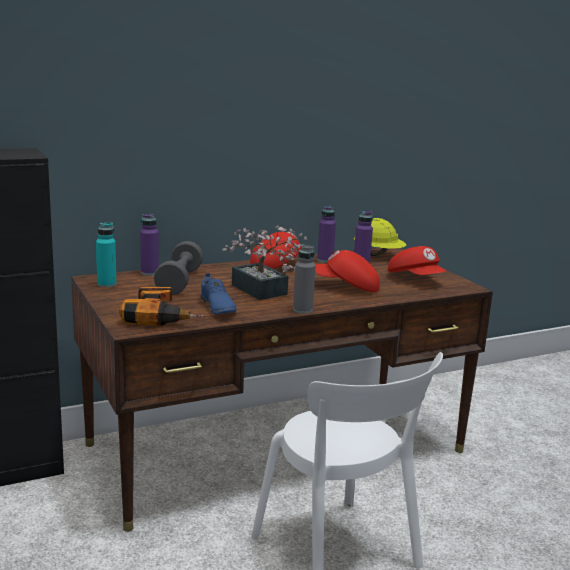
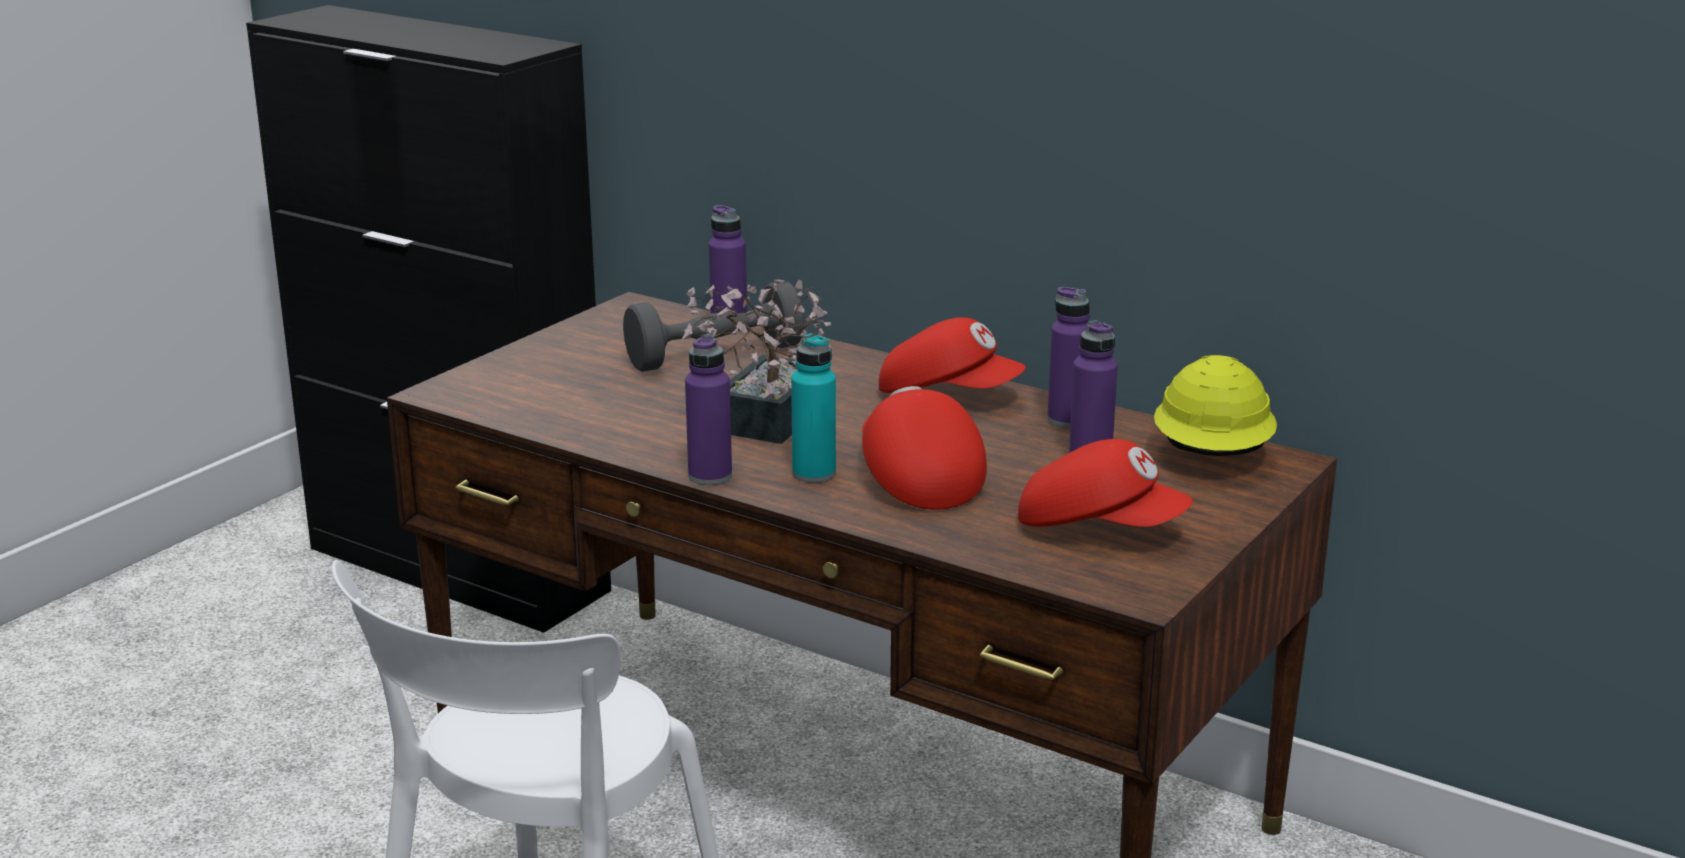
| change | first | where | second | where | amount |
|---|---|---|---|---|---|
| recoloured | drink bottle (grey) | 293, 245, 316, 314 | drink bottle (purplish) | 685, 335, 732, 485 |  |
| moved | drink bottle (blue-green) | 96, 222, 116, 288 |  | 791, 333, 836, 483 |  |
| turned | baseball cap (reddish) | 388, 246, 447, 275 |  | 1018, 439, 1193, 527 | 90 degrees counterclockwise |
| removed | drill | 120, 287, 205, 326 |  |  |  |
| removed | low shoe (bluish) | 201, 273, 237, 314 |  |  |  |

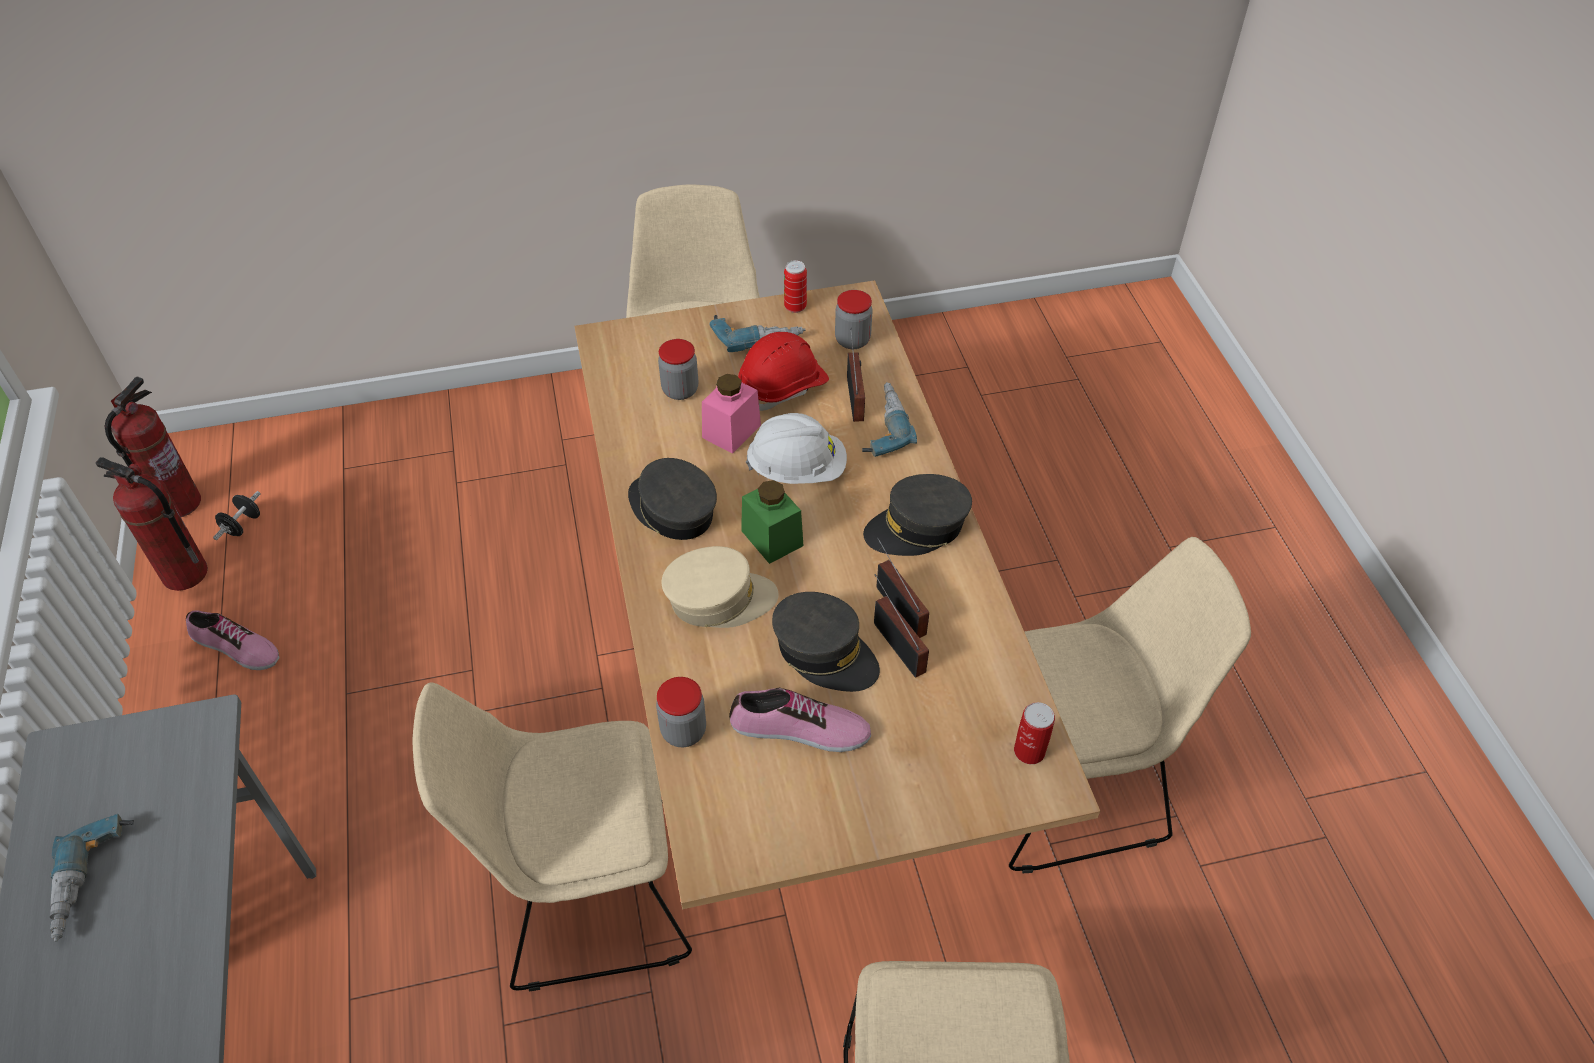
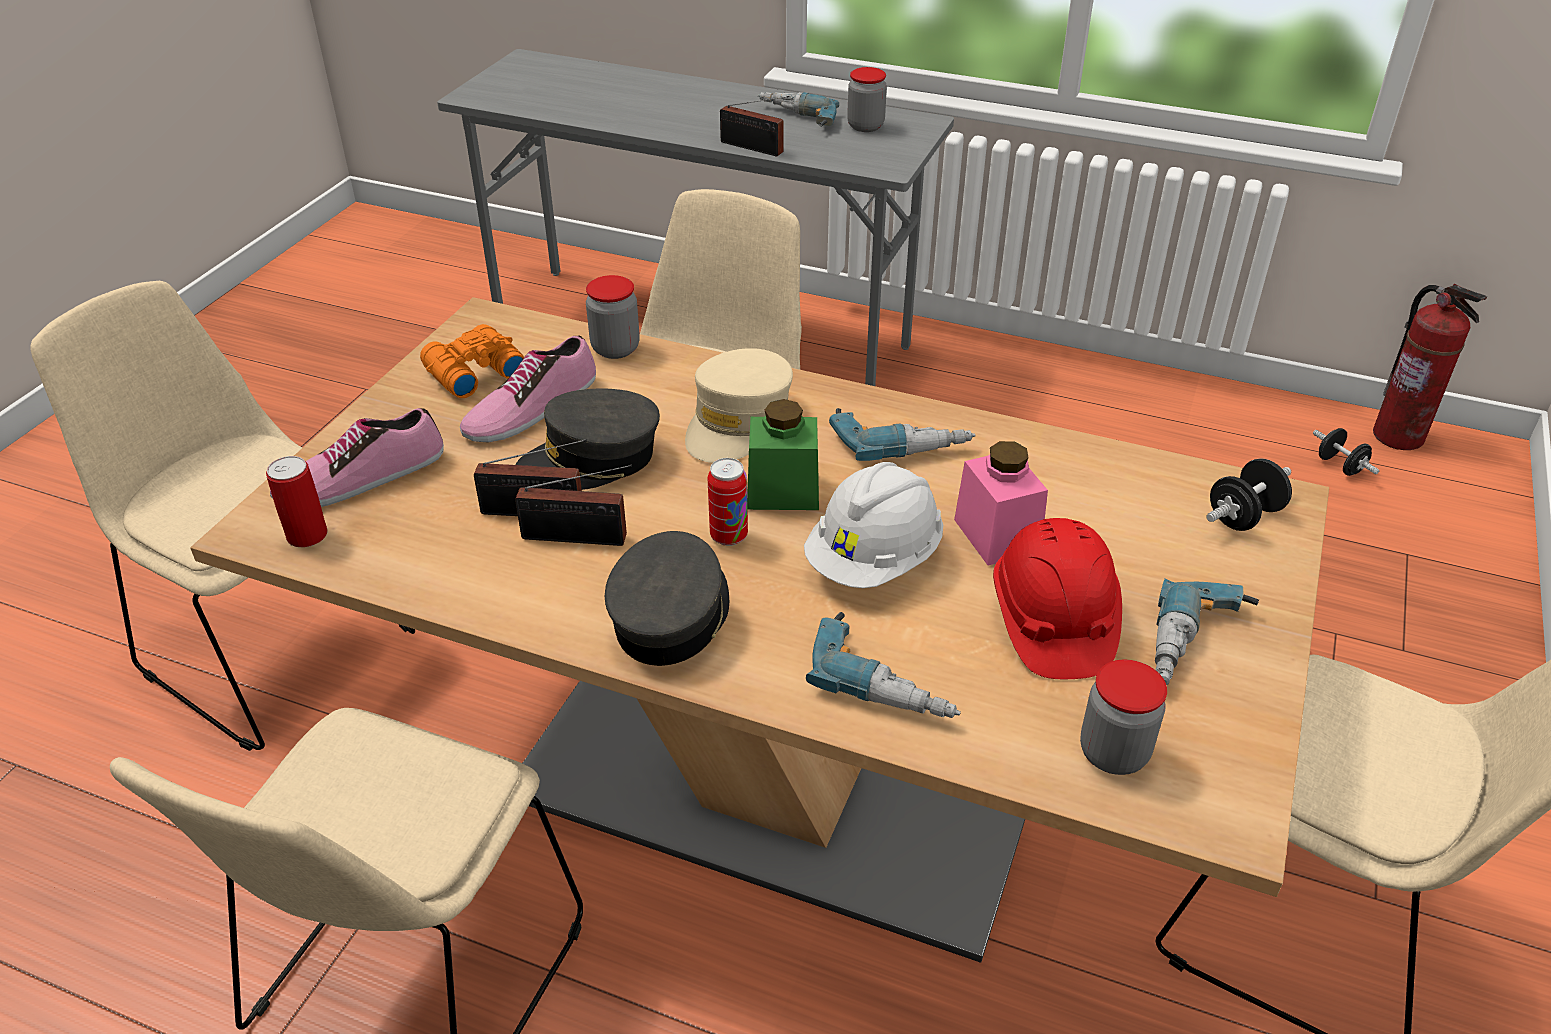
| change | first | where | second | where | amount |
|---|---|---|---|---|---|
| moved | low shoe | 186, 610, 280, 670 |  | 270, 408, 444, 507 |  |
| added |  |  | binoculars (orangey) | 420, 324, 524, 398 |  |
| moved | can | 784, 260, 807, 313 |  | 708, 458, 748, 546 |  |
| moved | radio receiver | 847, 328, 865, 422 |  | 720, 96, 790, 156 |  |
| replaced | baseball cap (grey) | 628, 458, 717, 540 | drill | 829, 408, 975, 461 |  |
| moved | storage jar | 658, 339, 698, 400 |  | 847, 67, 887, 132 |  |
| added |  |  | dumbbell (blackish) | 1206, 458, 1292, 531 |  |
| removed | fire extinguisher | 95, 457, 208, 591 |  |  |  |

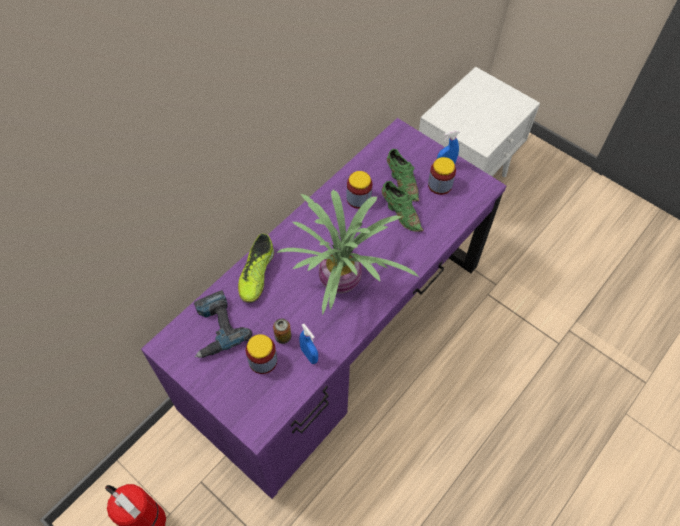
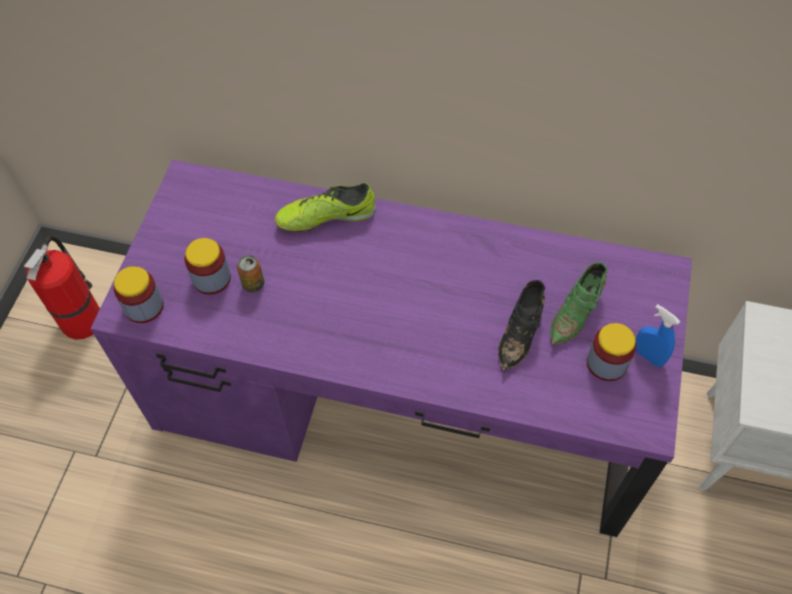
| change | first | where | second | where | amount |
|---|---|---|---|---|---|
| moved | storage jar | 346, 171, 372, 209 |  | 114, 266, 164, 323 |  |
| recoloured | low shoe (green) | 382, 181, 424, 232 | low shoe (blackish) | 498, 280, 545, 371 |  |
| removed | drill | 194, 290, 252, 358 |  |  |  |
| removed | plant in a pot | 276, 189, 419, 315 |  |  |  |
| removed | sprayer (bluish) | 299, 324, 318, 364 |  |  |  |

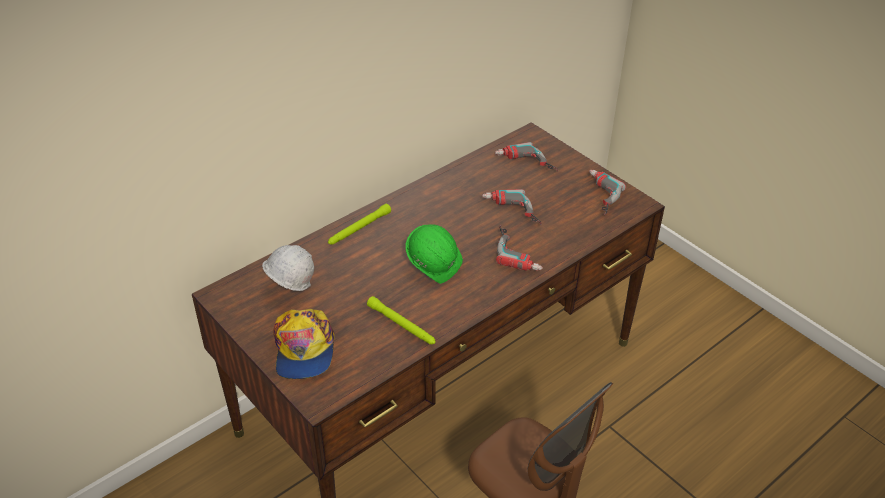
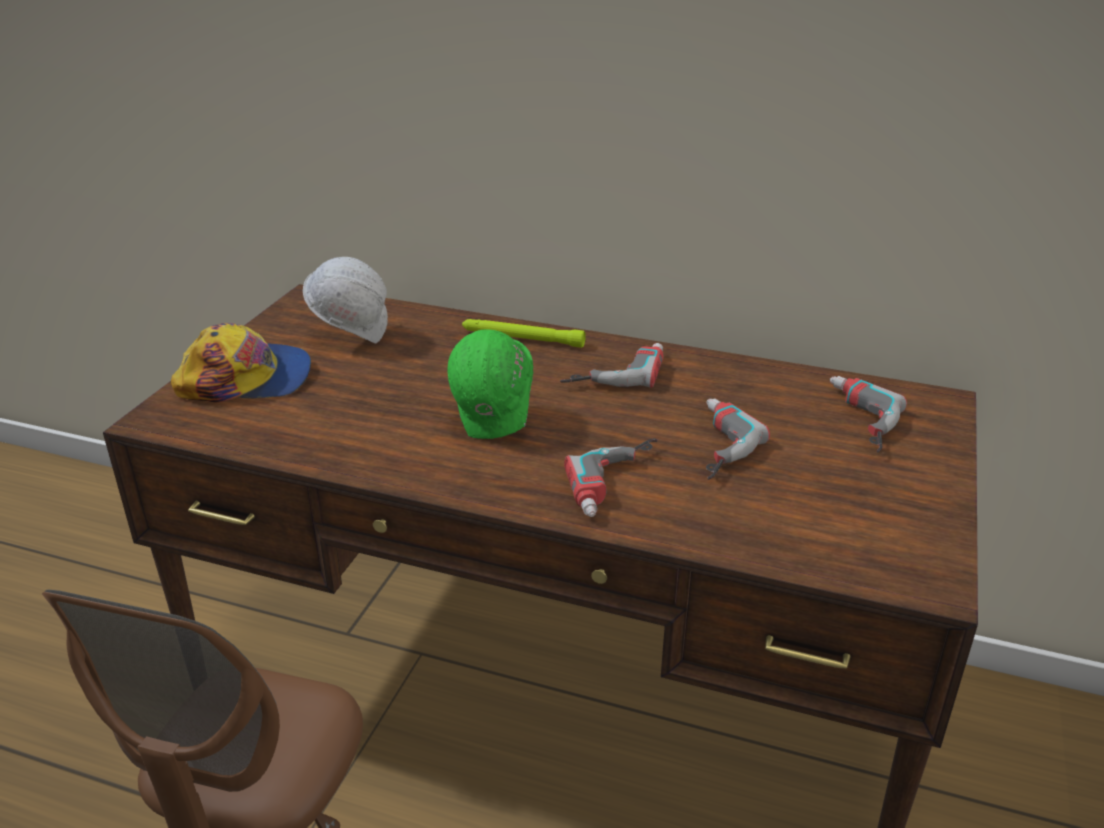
| change | first | where | second | where | amount |
|---|---|---|---|---|---|
| turned | baseball cap | 273, 309, 335, 379 |  | 171, 323, 311, 403 | 150 degrees counterclockwise |
| moved | drill | 589, 170, 626, 215 |  | 560, 343, 664, 388 |  |
| removed | torch (green) | 367, 296, 436, 344 |  |  |  |

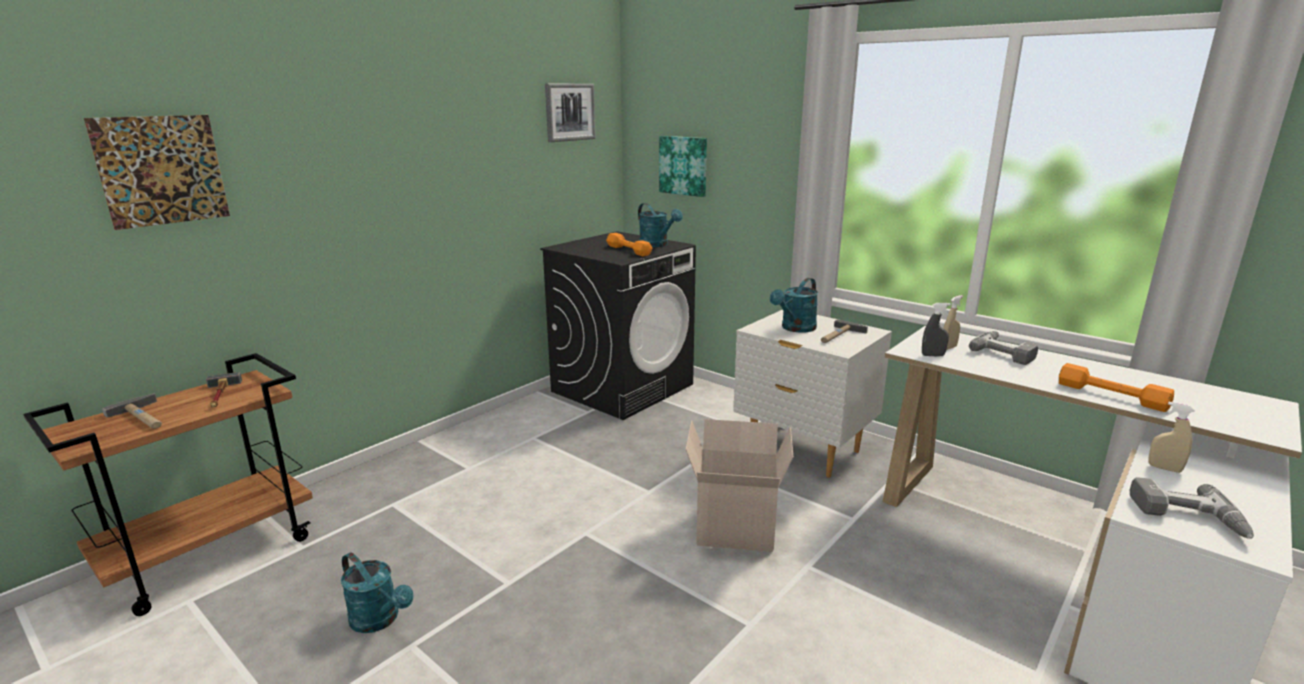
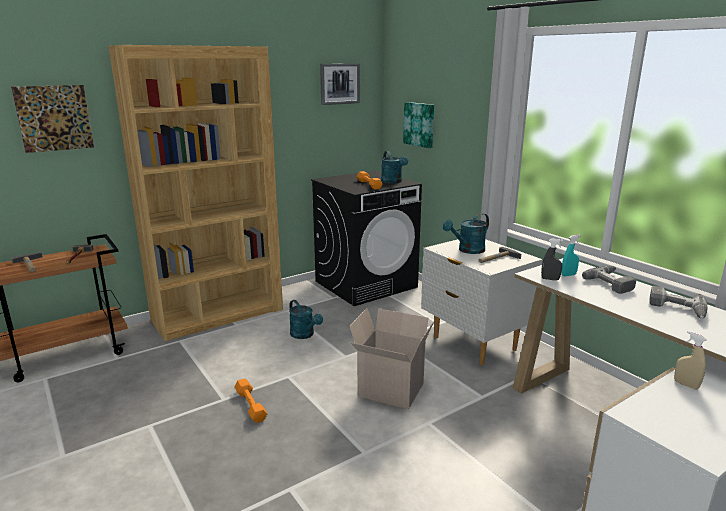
| change | first | where | second | where | amount |
|---|---|---|---|---|---|
| added |  |  | shelving unit (brownish) | 108, 45, 283, 341 |  |
| moved | dumbbell (orangey) | 1059, 363, 1174, 412 |  | 234, 379, 267, 423 |  |
| moved | watering pot (blue-green) | 341, 552, 413, 633 |  | 289, 300, 323, 339 |  |
| recoloured | sprayer (sand-coloured) | 944, 295, 963, 350 | sprayer (blue-green) | 561, 235, 581, 276 |  |
| moved | drill | 1130, 477, 1254, 539 |  | 649, 286, 708, 319 |  |

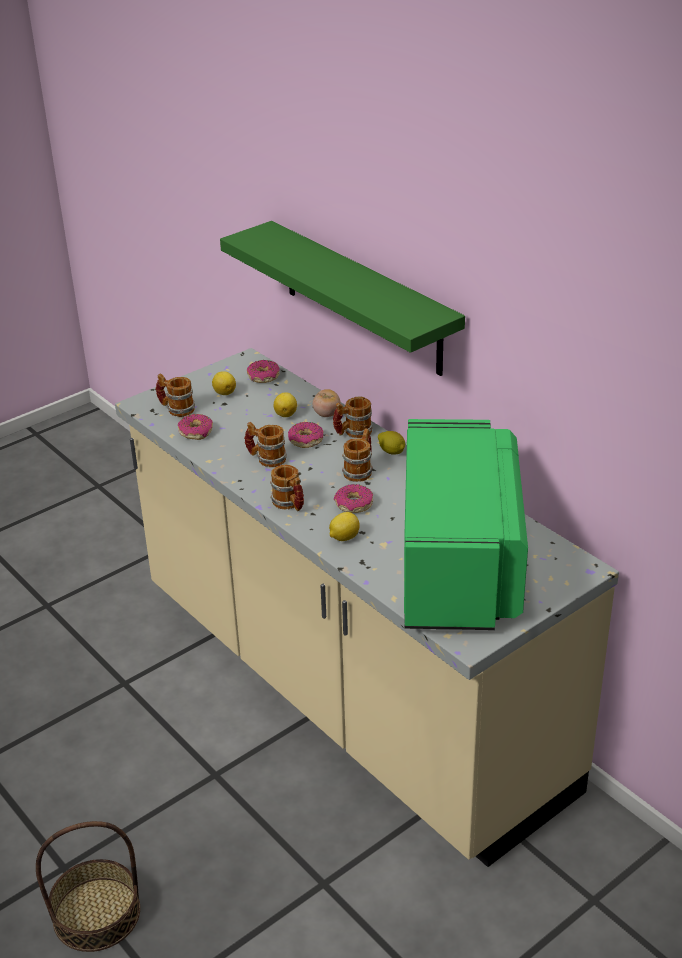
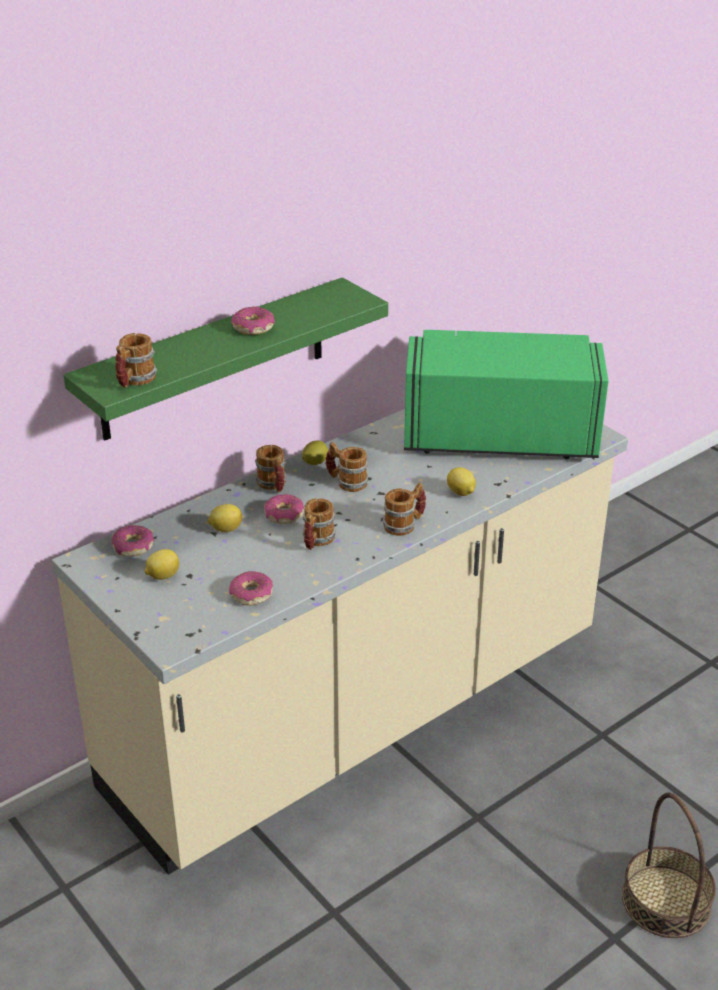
| change | first | where | second | where | amount |
|---|---|---|---|---|---|
| moved | coffee mug | 156, 373, 195, 417 |  | 115, 333, 157, 388 |  |
| moved | doughnut | 334, 484, 373, 513 |  | 231, 307, 275, 335 |  |
| removed | whole tomato | 312, 389, 341, 417 |  |  |  |

